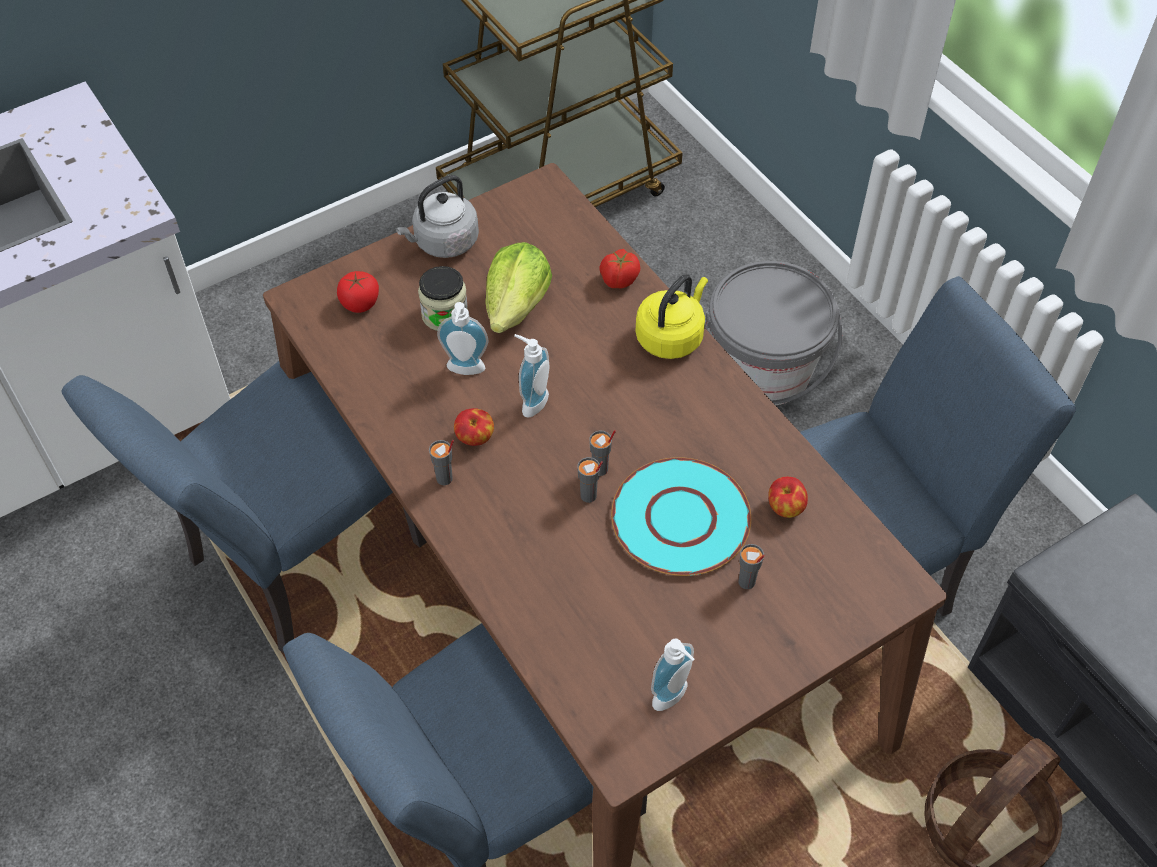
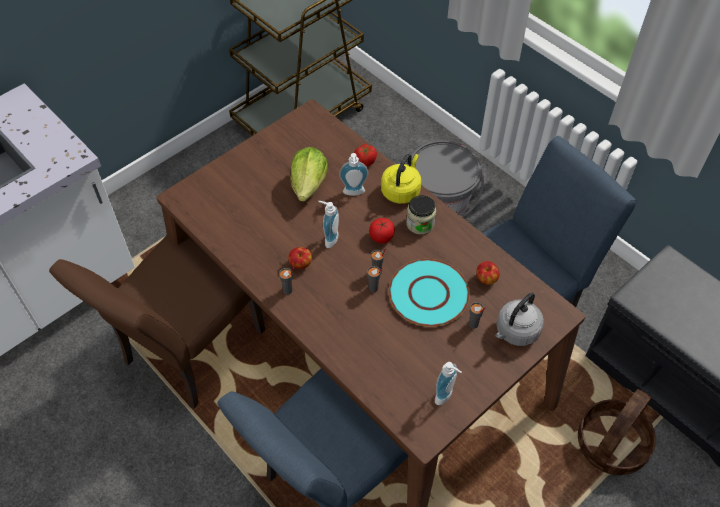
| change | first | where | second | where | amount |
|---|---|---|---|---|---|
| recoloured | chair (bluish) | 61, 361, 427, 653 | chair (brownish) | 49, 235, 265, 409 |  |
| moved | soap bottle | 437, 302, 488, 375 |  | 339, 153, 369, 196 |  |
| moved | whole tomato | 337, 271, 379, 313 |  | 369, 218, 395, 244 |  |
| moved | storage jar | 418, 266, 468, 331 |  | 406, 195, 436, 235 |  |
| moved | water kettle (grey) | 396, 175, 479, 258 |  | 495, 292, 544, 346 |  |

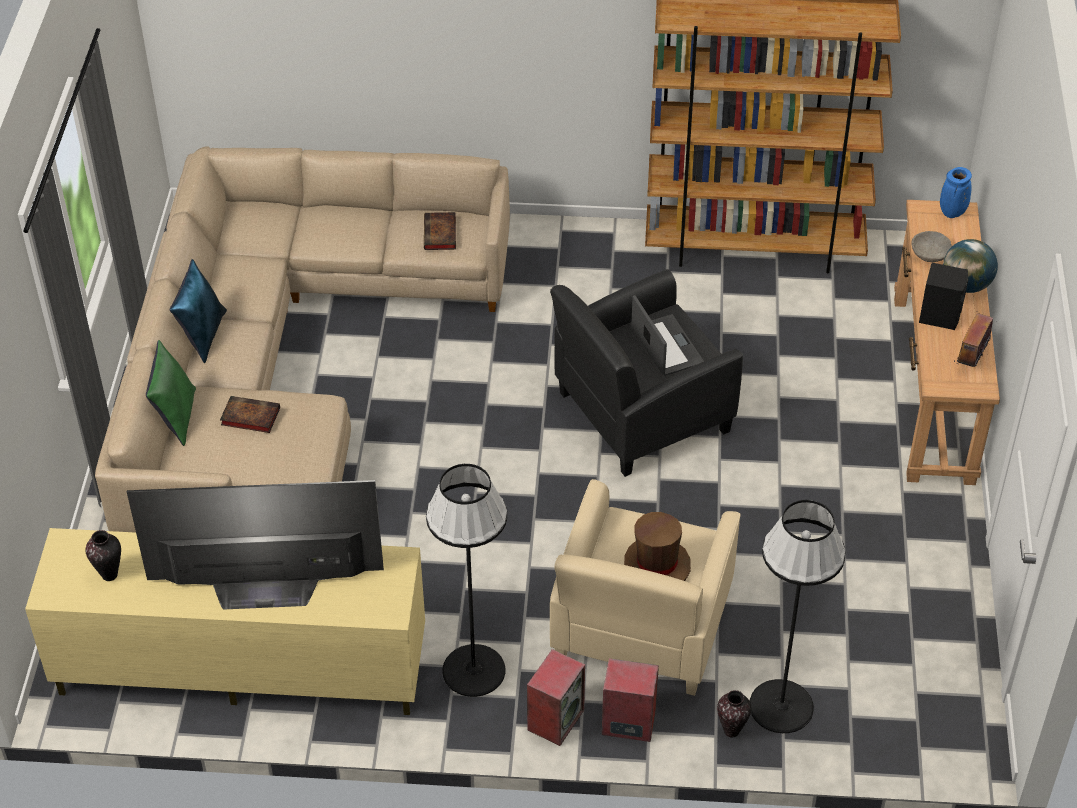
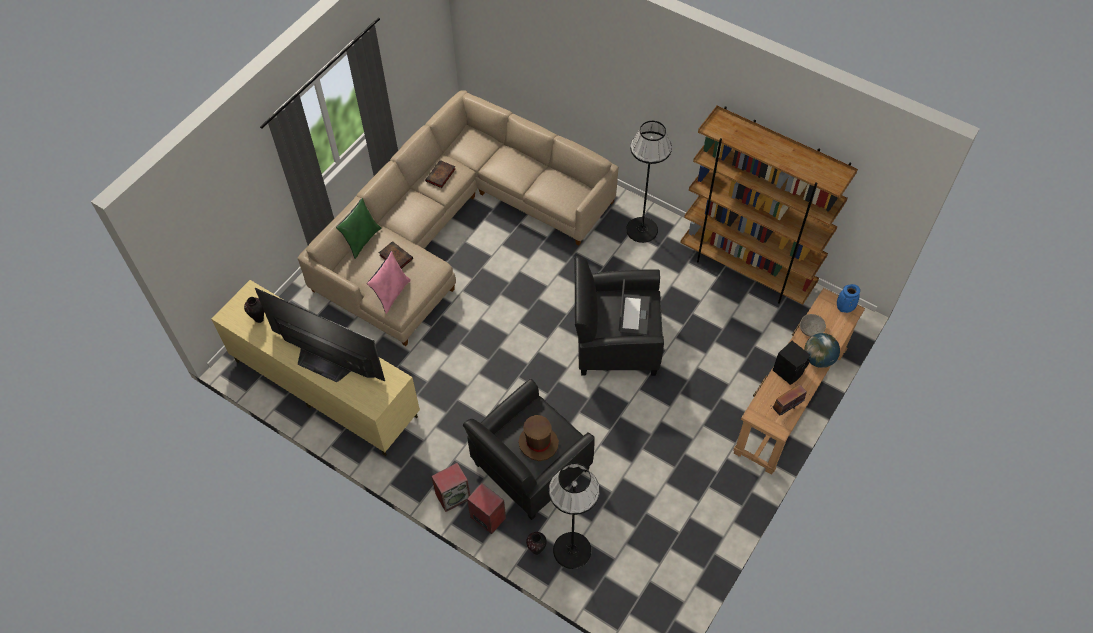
| change | first | where | second | where | amount |
|---|---|---|---|---|---|
| added |  |  | cushion (pink) | 367, 251, 411, 314 |  |
| moved | bound book | 424, 212, 456, 250 |  | 425, 160, 455, 188 |  |
| recoloured | lounge chair (sand-coloured) | 550, 479, 741, 696 | lounge chair (blackish) | 463, 379, 595, 520 |  |
| moved | standing lamp (blackish) | 426, 464, 507, 697 |  | 626, 121, 672, 243 |  |
| removed | cushion (bluish) | 170, 259, 227, 363 |  |  |  |

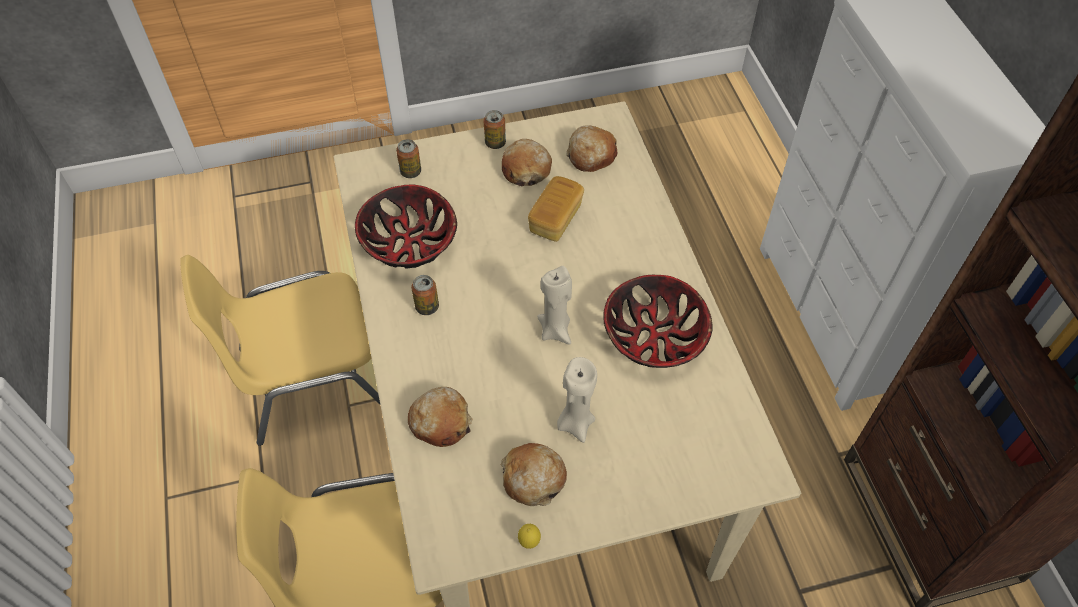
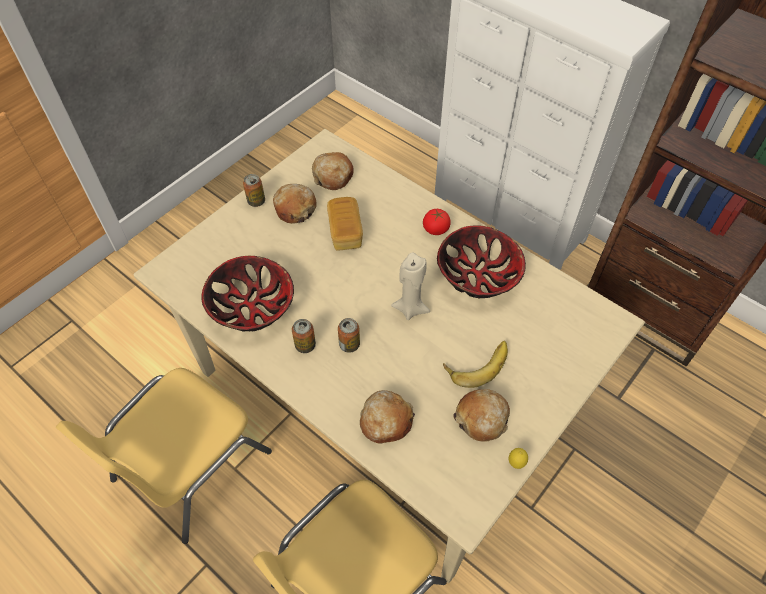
| change | first | where | second | where | amount |
|---|---|---|---|---|---|
| moved | can | 396, 139, 421, 178 |  | 338, 318, 360, 353 |  |
| added |  |  | whole tomato | 423, 209, 451, 235 |  |
| replaced | wax light (sand-coloured) | 557, 357, 597, 443 | banana | 443, 341, 508, 388 |  |

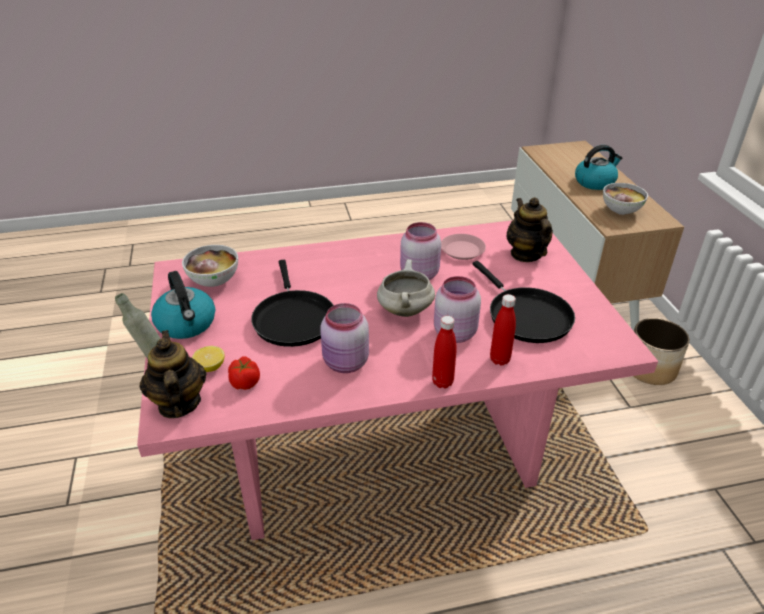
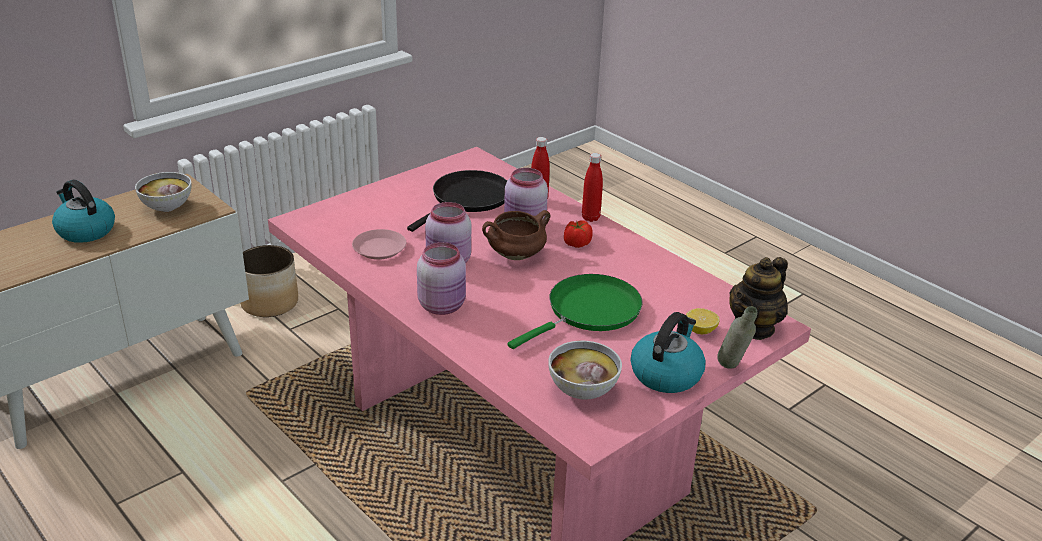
| change | first | where | second | where | amount |
|---|---|---|---|---|---|
| moved | storage jar (pink) | 320, 303, 369, 373 |  | 417, 242, 466, 315 |  |
| recoloured | stockpot (white) | 377, 259, 435, 317 | stockpot (brownish) | 482, 210, 551, 260 |  |
| recoloured | pan (blackish) | 251, 260, 334, 347 | pan (green) | 508, 274, 643, 349 |  |
| moved | whole tomato | 228, 357, 260, 390 |  | 564, 220, 593, 248 |  |
| removed | teapot | 506, 197, 553, 262 |  |  |  |

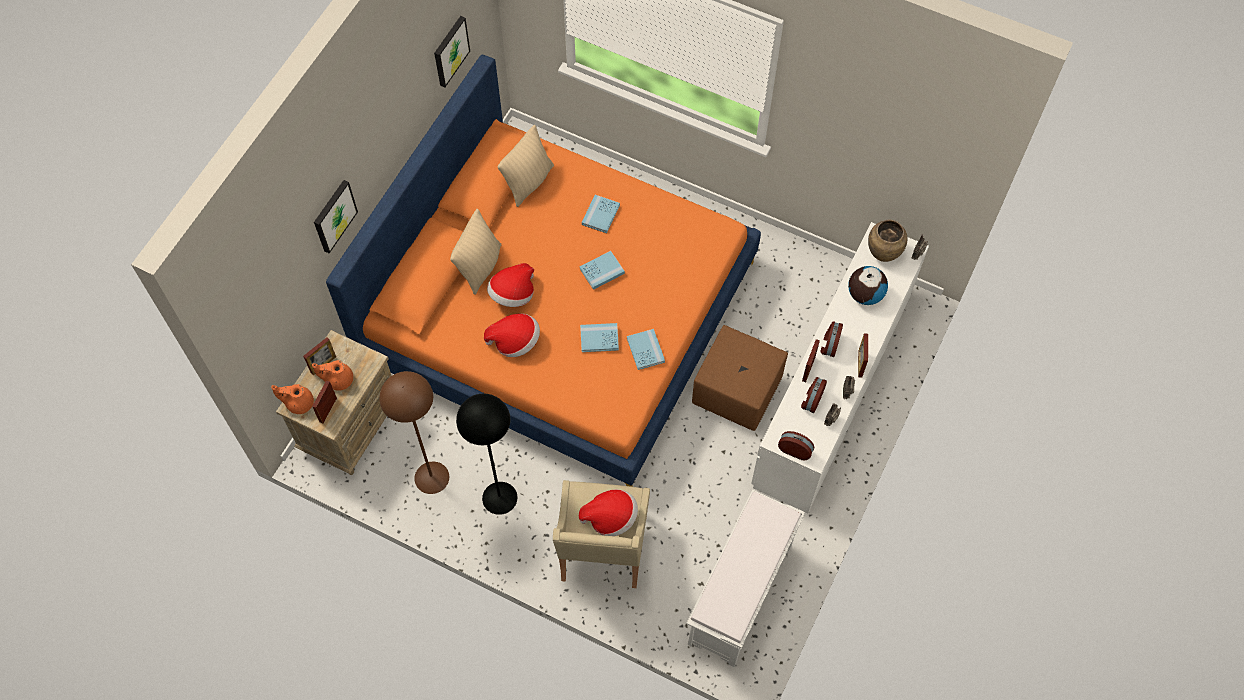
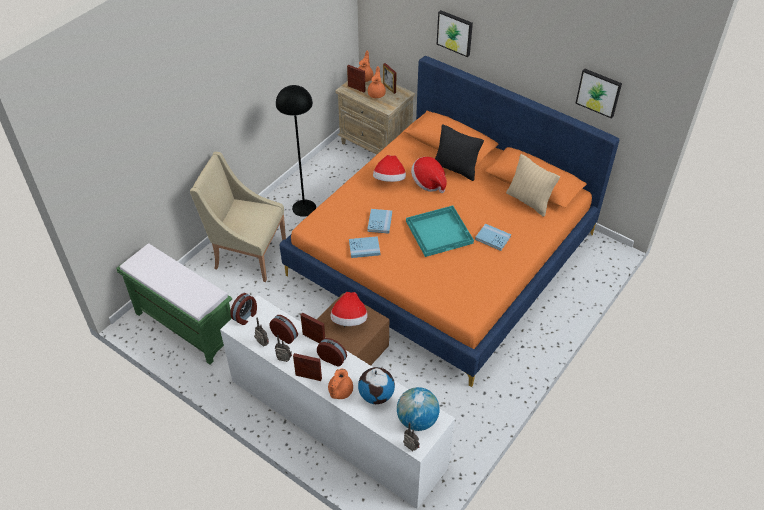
| change | first | where | second | where | amount |
|---|---|---|---|---|---|
| recoloured | long seat (white) | 686, 490, 805, 667 | long seat (green) | 116, 244, 232, 365 |  |
| added |  |  | teapot (orangey) | 328, 369, 353, 399 |  |
| moved | clothing hat | 579, 489, 638, 536 |  | 331, 292, 368, 326 |  |
| replaced | vase (brownish) | 868, 220, 907, 262 | world globe | 397, 387, 440, 431 |  |
| replaced | bound book (bluish) | 580, 251, 625, 290 | carrying tray (blue-green) | 406, 206, 474, 257 |  |
| recoloured | cushion (sand-coloured) | 450, 209, 501, 294 | cushion (blackish) | 435, 124, 484, 181 |  |
| removed | standing lamp (brownish) | 379, 371, 449, 494 |  |  |  |

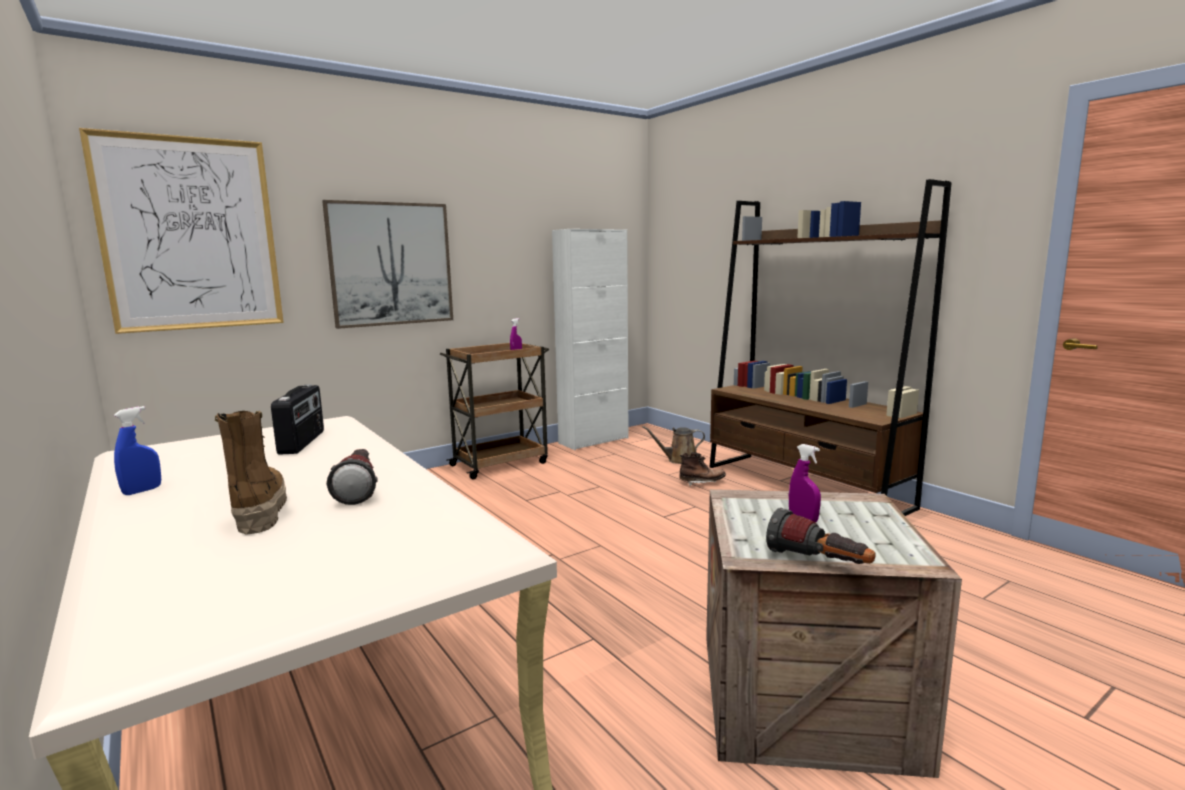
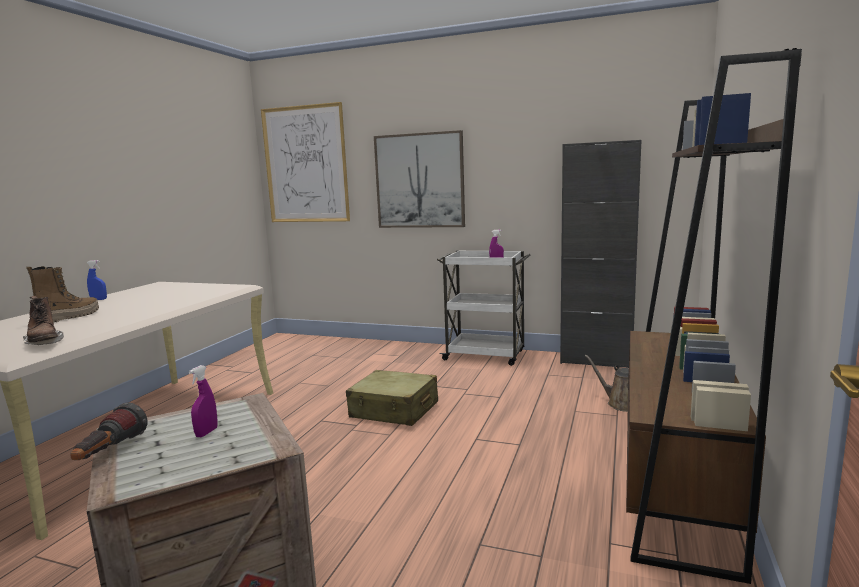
| change | first | where | second | where | amount |
|---|---|---|---|---|---|
| moved | high-top boot (brownish) | 679, 452, 726, 486 |  | 23, 296, 64, 345 |  |
| added |  |  | suitcase (sand-coloured) | 346, 370, 438, 426 |  |
| recoloured | cart (brownish) | 440, 343, 549, 480 | cart (white) | 437, 250, 530, 366 |  |
| recoloured | storage cabinet (white) | 552, 229, 629, 450 | storage cabinet (blackish) | 560, 140, 641, 368 |  |
| removed | radio receiver | 271, 384, 324, 455 |  |  |  |
| removed | torch | 326, 449, 378, 505 |  |  |  |

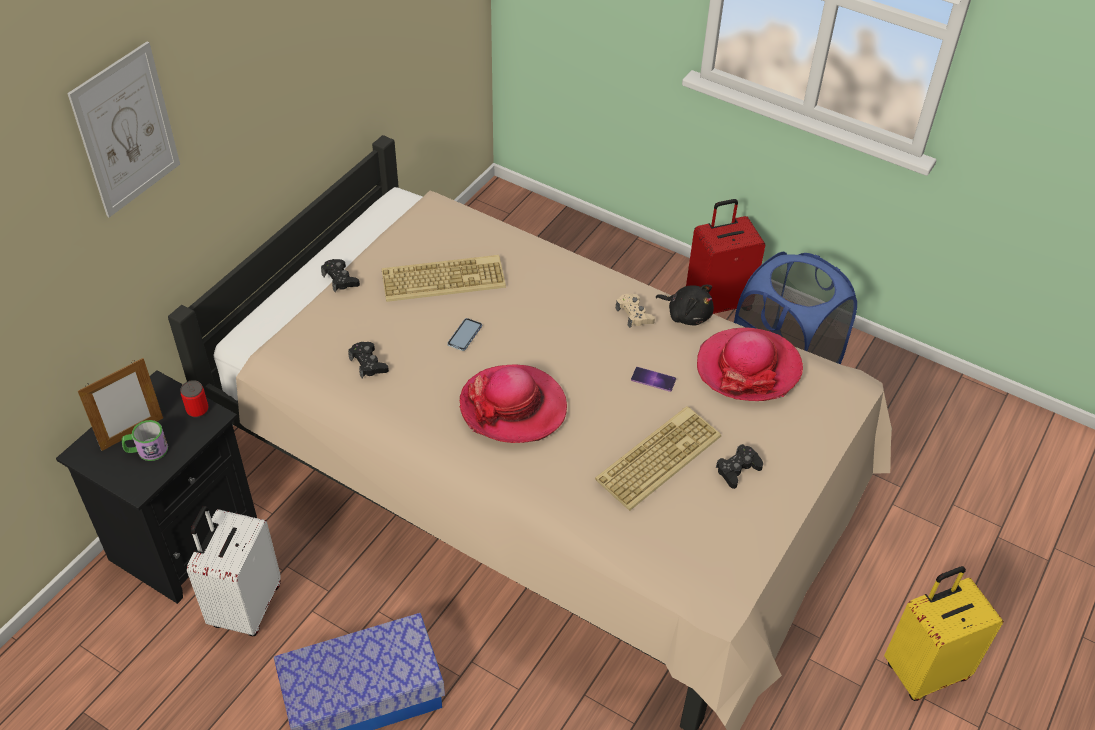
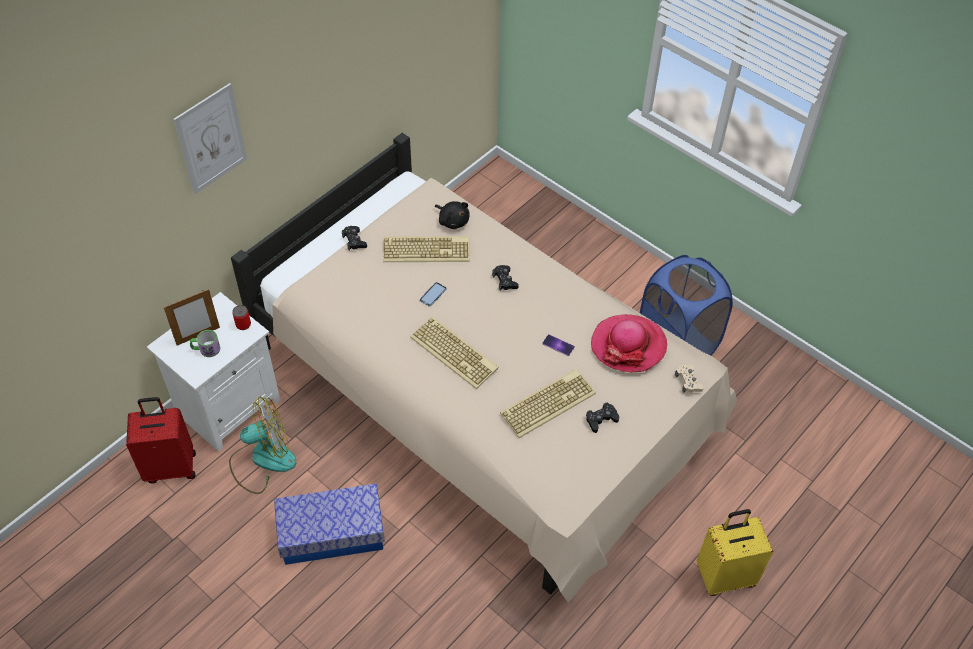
| change | first | where | second | where | amount |
|---|---|---|---|---|---|
| moved | suitcase (reddish) | 686, 199, 765, 314 |  | 126, 397, 196, 484 |  |
| recoloured | bedside table (blackish) | 56, 370, 257, 604 | bedside table (white) | 147, 292, 281, 452 |  |
| replaced | suitcase (white) | 187, 506, 281, 636 | electric fan | 229, 396, 296, 494 |  |
| replaced | clothing hat | 460, 364, 567, 443 | keyboard | 410, 317, 499, 389 |  |
| moved | cuddly toy (blackish) | 655, 284, 714, 325 |  | 435, 201, 470, 229 |  |
| moved | gamepad (blackish) | 348, 342, 389, 378 |  | 492, 265, 519, 290 |  |
| moved | gamepad (sand-coloured) | 616, 293, 655, 328 |  | 675, 365, 704, 393 |  |

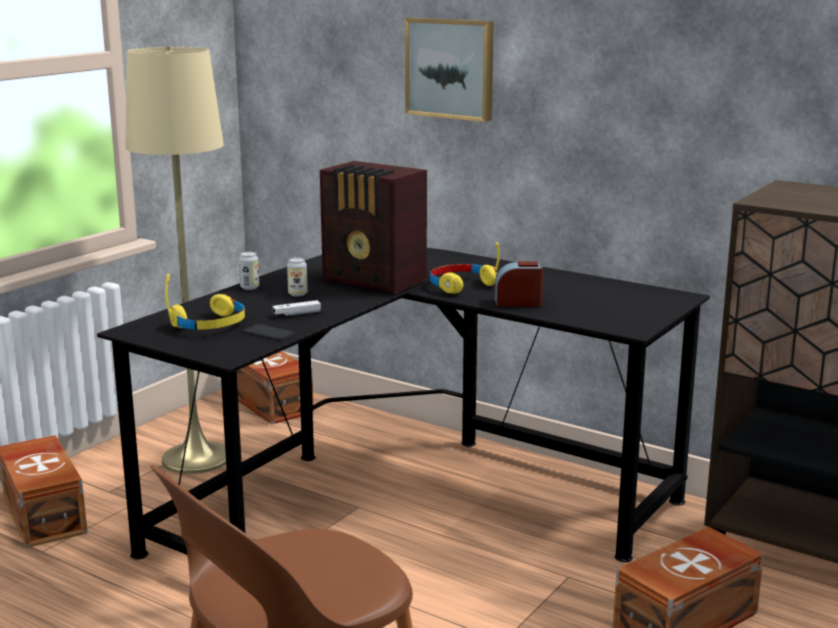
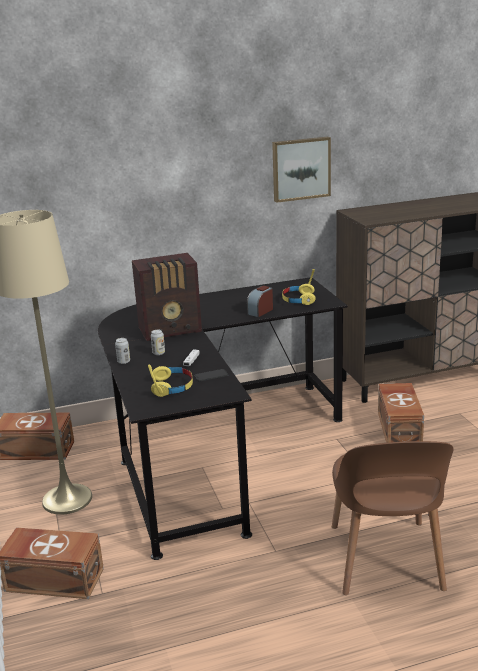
| change | first | where | second | where | amount |
|---|---|---|---|---|---|
| moved | wall art | 405, 17, 494, 122 |  | 272, 137, 331, 203 |  |
| moved | headphones (yellow-coloured) | 430, 242, 500, 294 |  | 282, 269, 316, 305 |  |

